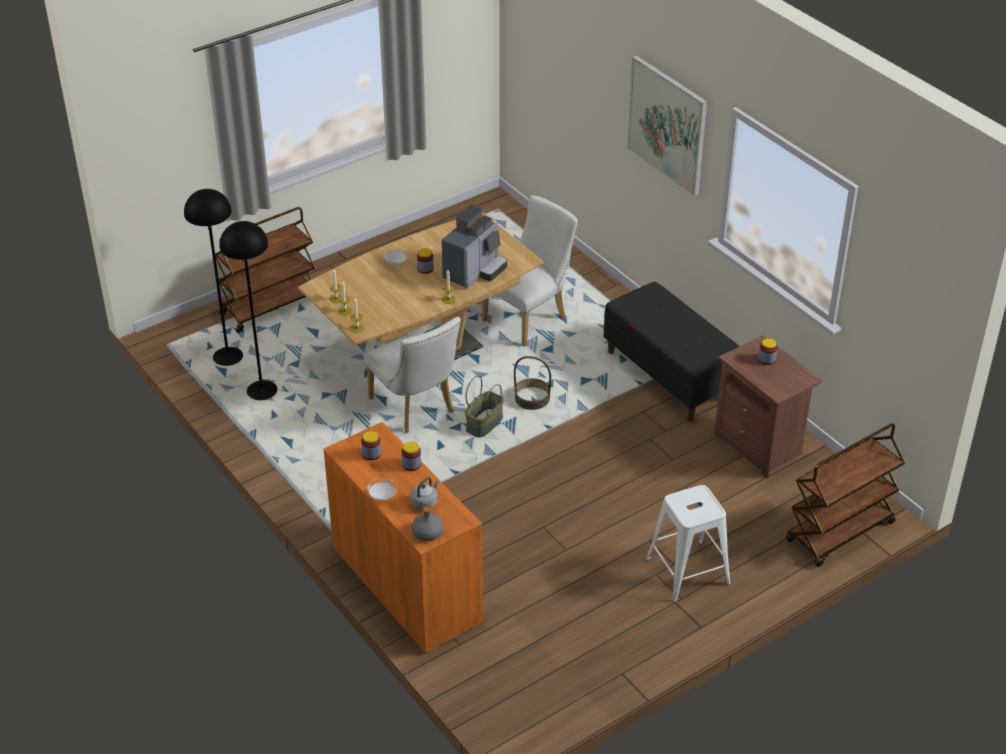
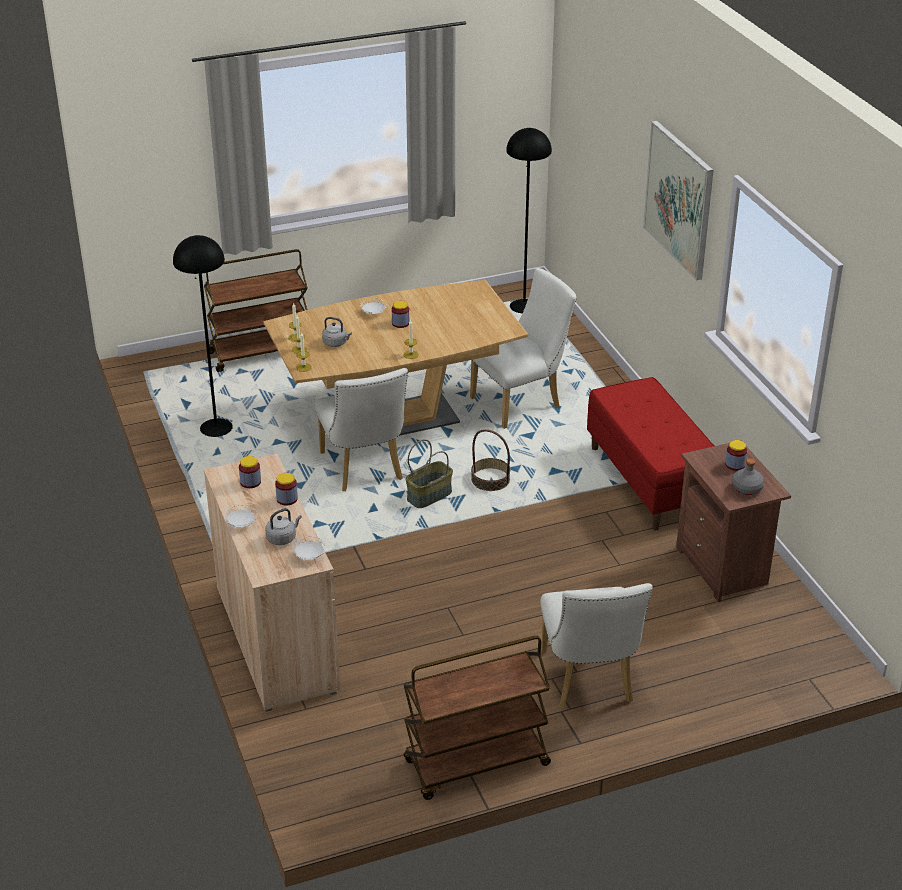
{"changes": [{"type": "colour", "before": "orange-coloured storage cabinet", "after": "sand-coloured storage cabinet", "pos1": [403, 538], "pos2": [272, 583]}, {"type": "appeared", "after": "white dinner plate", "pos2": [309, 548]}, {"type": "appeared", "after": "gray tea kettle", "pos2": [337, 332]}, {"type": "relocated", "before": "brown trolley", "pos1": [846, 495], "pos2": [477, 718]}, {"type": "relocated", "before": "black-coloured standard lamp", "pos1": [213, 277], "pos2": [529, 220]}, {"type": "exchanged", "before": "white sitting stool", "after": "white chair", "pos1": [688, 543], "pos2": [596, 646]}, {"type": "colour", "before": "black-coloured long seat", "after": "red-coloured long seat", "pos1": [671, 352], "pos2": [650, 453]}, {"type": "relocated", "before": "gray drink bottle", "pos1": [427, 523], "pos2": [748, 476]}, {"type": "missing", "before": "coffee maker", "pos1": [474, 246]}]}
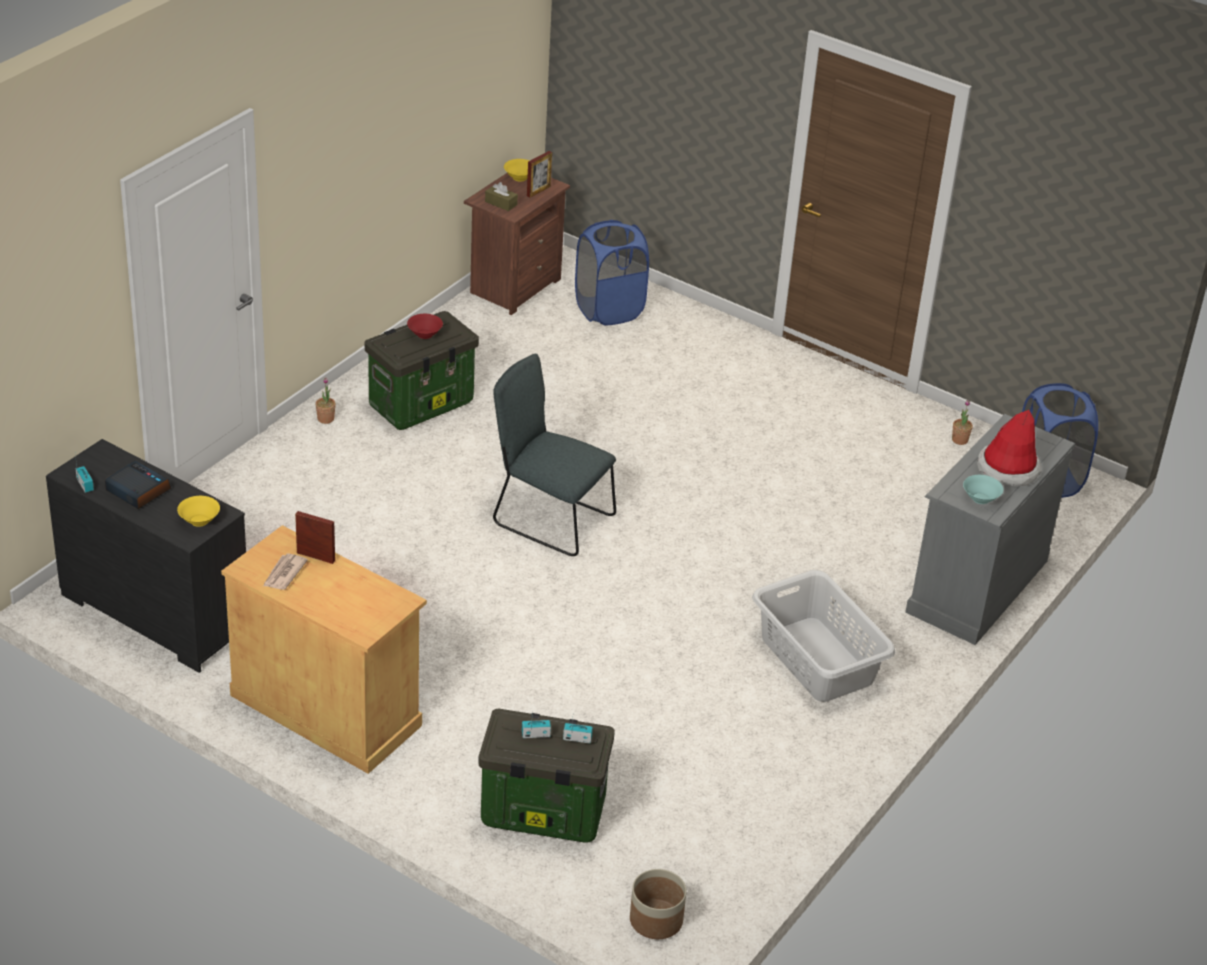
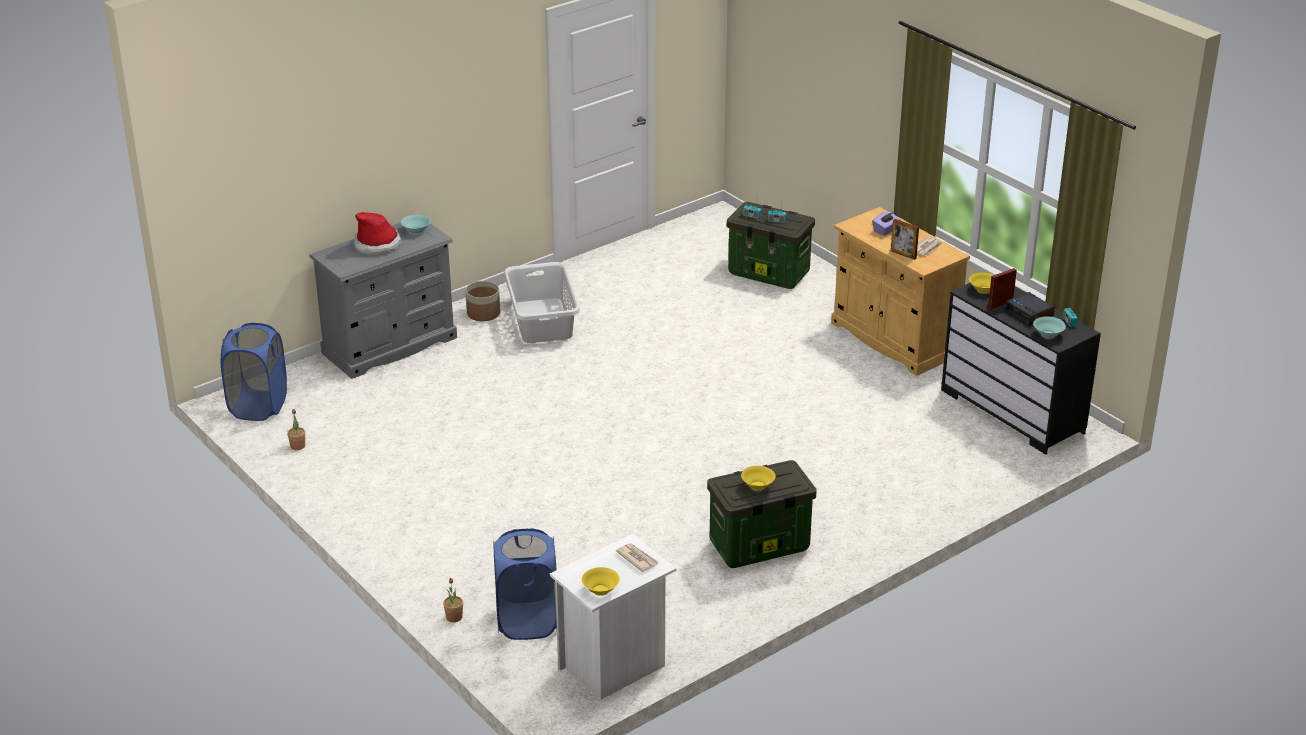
{"changes": [{"type": "relocated", "before": "potted plant", "pos1": [325, 401], "pos2": [453, 600]}, {"type": "relocated", "before": "planter", "pos1": [658, 904], "pos2": [483, 301]}, {"type": "colour", "before": "brown bedside table", "after": "white bedside table", "pos1": [517, 244], "pos2": [613, 617]}, {"type": "exchanged", "before": "brown box of tissues", "after": "printed paper", "pos1": [501, 196], "pos2": [637, 557]}, {"type": "colour", "before": "red-coloured deep dish", "after": "yellow-coloured deep dish", "pos1": [425, 326], "pos2": [758, 478]}, {"type": "appeared", "after": "purple-coloured box of tissues", "pos2": [886, 223]}, {"type": "relocated", "before": "photo frame", "pos1": [539, 174], "pos2": [1002, 289]}, {"type": "appeared", "after": "turquoise-coloured deep dish", "pos2": [1049, 327]}, {"type": "missing", "before": "gray chair", "pos1": [554, 455]}]}
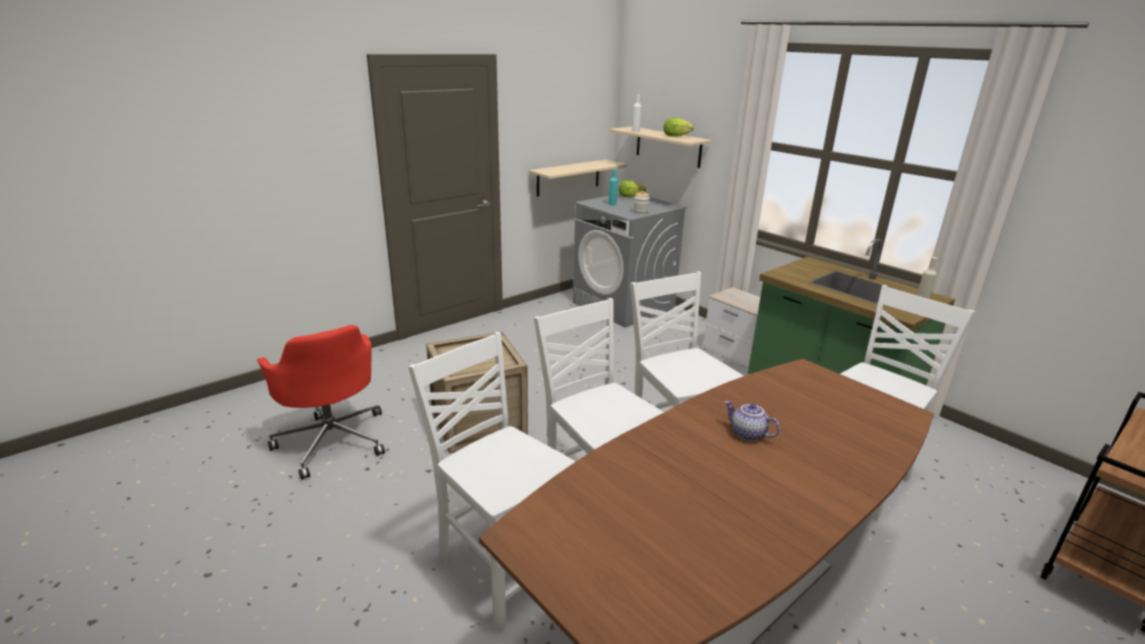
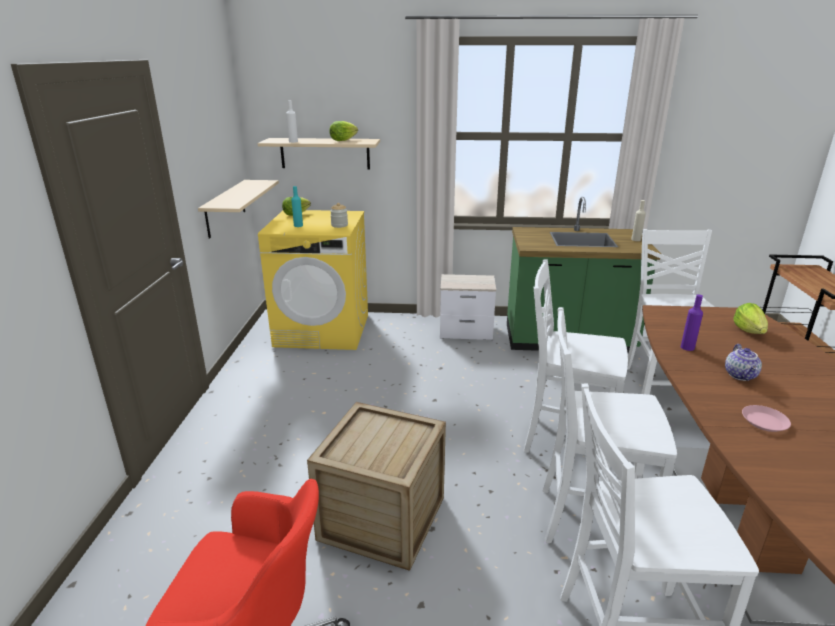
{"changes": [{"type": "colour", "before": "gray laundry machine", "after": "yellow-coloured laundry machine", "pos1": [630, 261], "pos2": [313, 280]}, {"type": "appeared", "after": "purple-coloured drink bottle", "pos2": [692, 322]}, {"type": "spun", "before": "pot for tea", "pos1": [752, 421], "pos2": [743, 362], "turn": -75}, {"type": "appeared", "after": "head of lettuce", "pos2": [750, 318]}, {"type": "appeared", "after": "pink-coloured dinner plate", "pos2": [766, 418]}]}
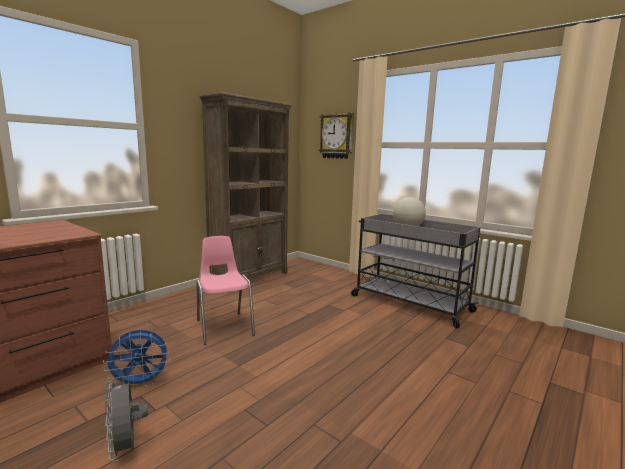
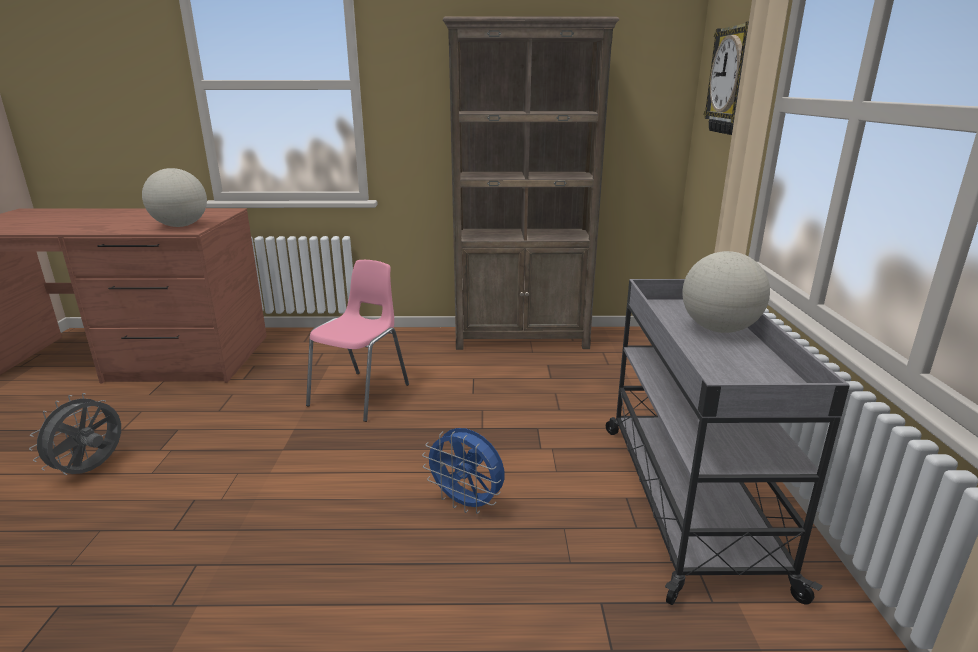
{"changes": [{"type": "appeared", "after": "desk globe", "pos2": [174, 197]}, {"type": "relocated", "before": "bluish electric fan", "pos1": [136, 359], "pos2": [463, 471]}]}
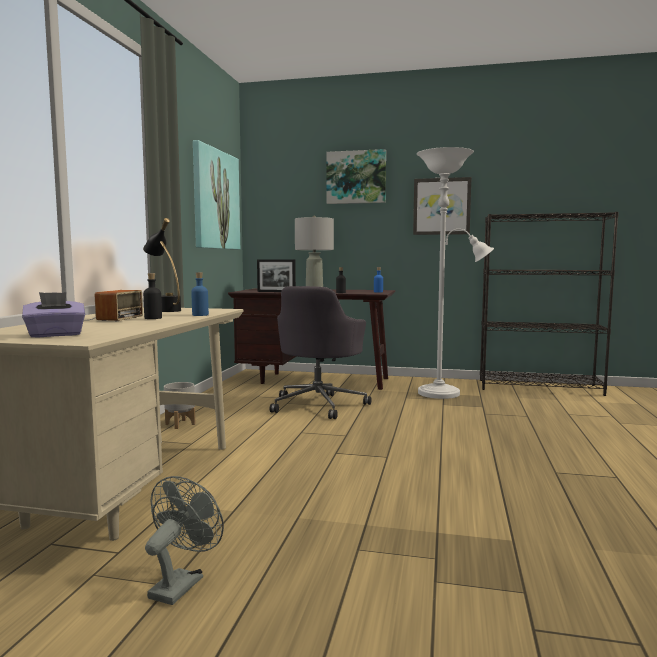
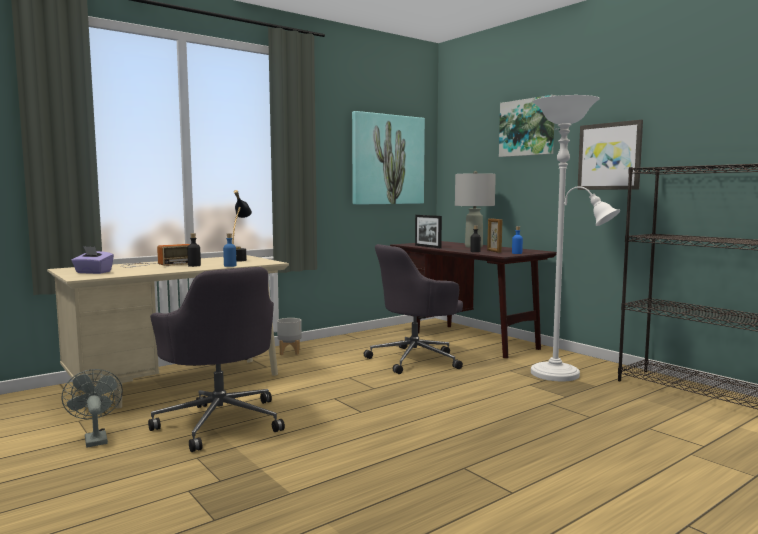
{"changes": [{"type": "spun", "before": "gray electric fan", "pos1": [184, 540], "pos2": [92, 408], "turn": -90}, {"type": "appeared", "after": "gray office chair", "pos2": [216, 359]}, {"type": "appeared", "after": "photo frame", "pos2": [495, 235]}]}
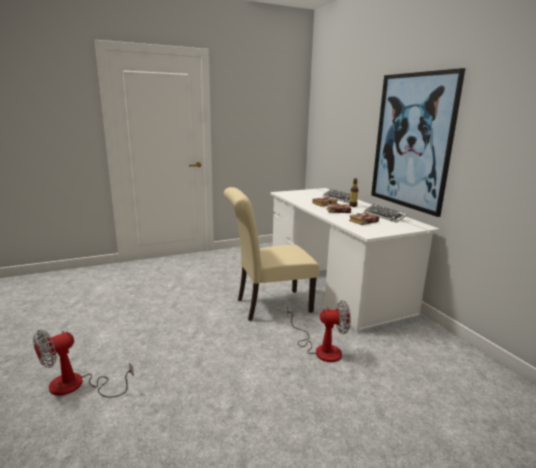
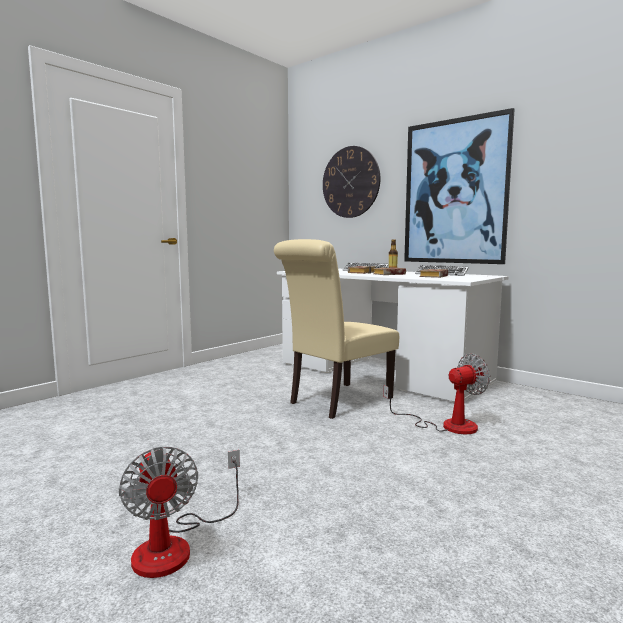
{"changes": [{"type": "spun", "before": "electric fan", "pos1": [83, 364], "pos2": [179, 512], "turn": -45}, {"type": "appeared", "after": "hanging clock", "pos2": [351, 182]}]}
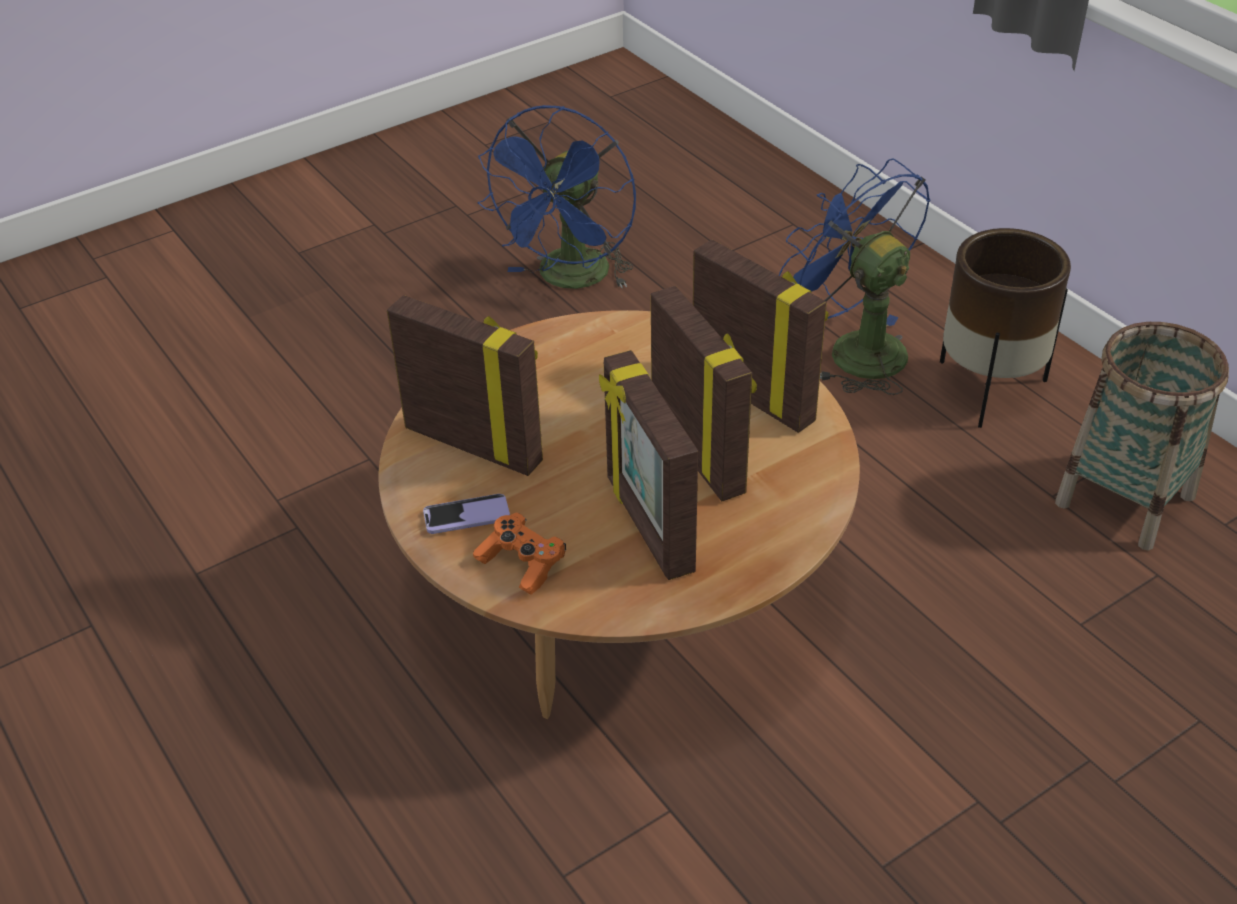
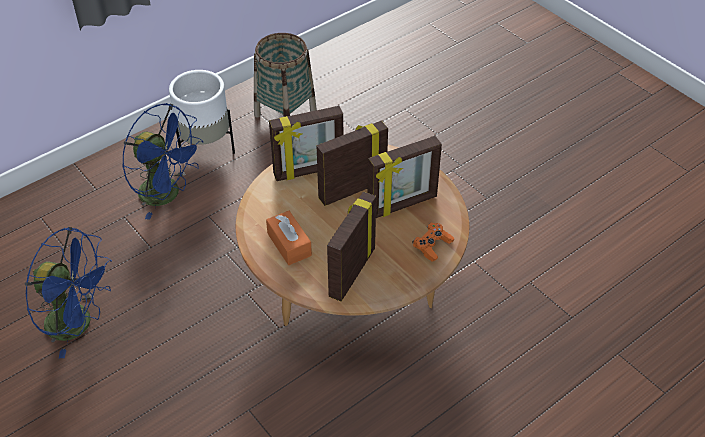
{"changes": [{"type": "spun", "before": "bluish electric fan", "pos1": [855, 276], "pos2": [163, 161], "turn": -105}, {"type": "colour", "before": "brown planter", "after": "white planter", "pos1": [1005, 328], "pos2": [202, 112]}, {"type": "appeared", "after": "orange-coloured box of tissues", "pos2": [289, 238]}, {"type": "spun", "before": "photo frame", "pos1": [760, 336], "pos2": [306, 143], "turn": -150}, {"type": "missing", "before": "telephone", "pos1": [466, 514]}]}
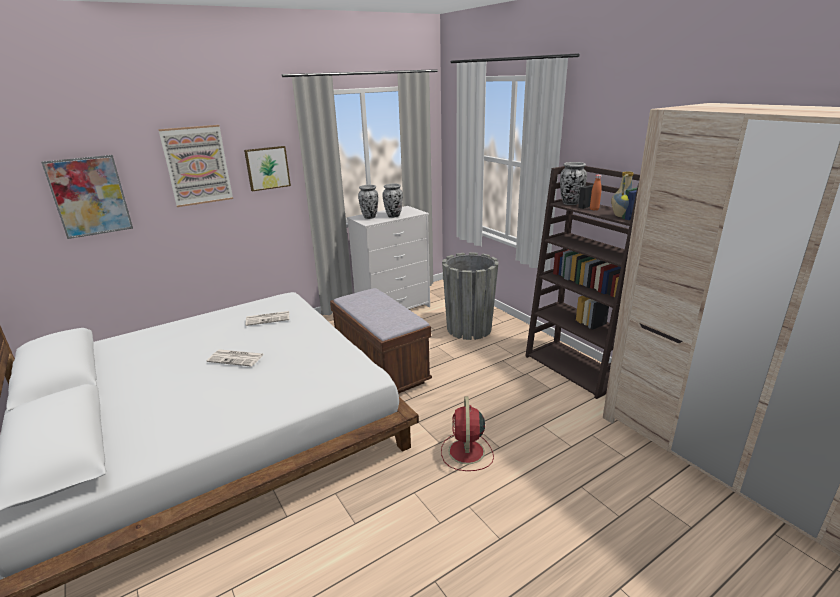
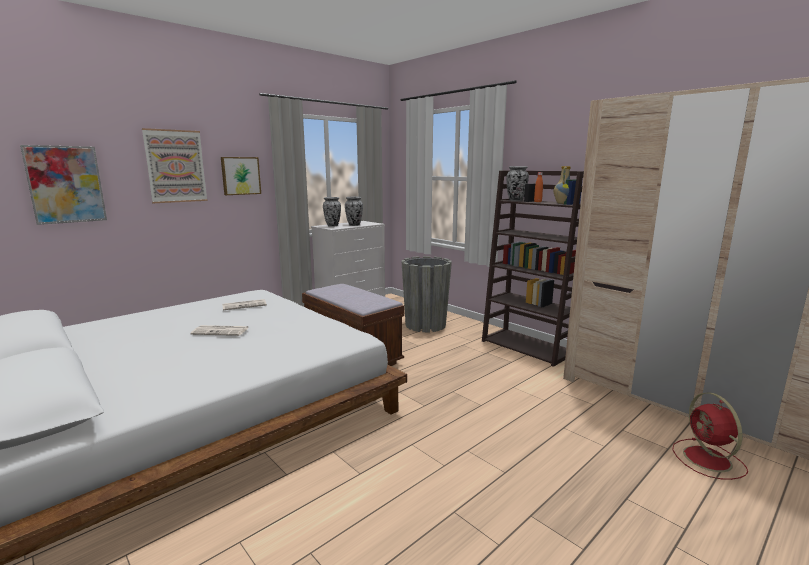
{"changes": [{"type": "relocated", "before": "red-coloured electric fan", "pos1": [467, 434], "pos2": [710, 436]}]}
